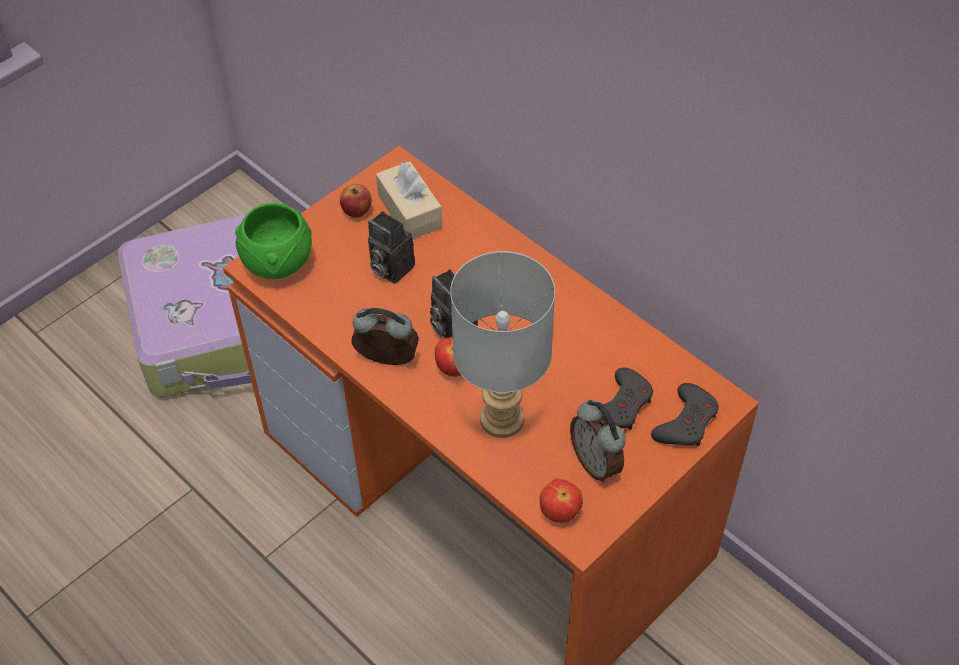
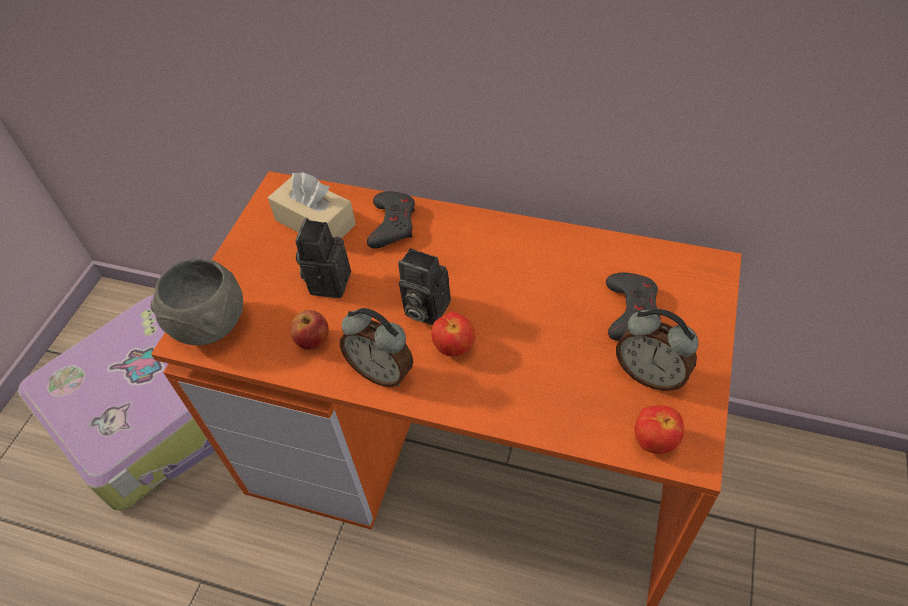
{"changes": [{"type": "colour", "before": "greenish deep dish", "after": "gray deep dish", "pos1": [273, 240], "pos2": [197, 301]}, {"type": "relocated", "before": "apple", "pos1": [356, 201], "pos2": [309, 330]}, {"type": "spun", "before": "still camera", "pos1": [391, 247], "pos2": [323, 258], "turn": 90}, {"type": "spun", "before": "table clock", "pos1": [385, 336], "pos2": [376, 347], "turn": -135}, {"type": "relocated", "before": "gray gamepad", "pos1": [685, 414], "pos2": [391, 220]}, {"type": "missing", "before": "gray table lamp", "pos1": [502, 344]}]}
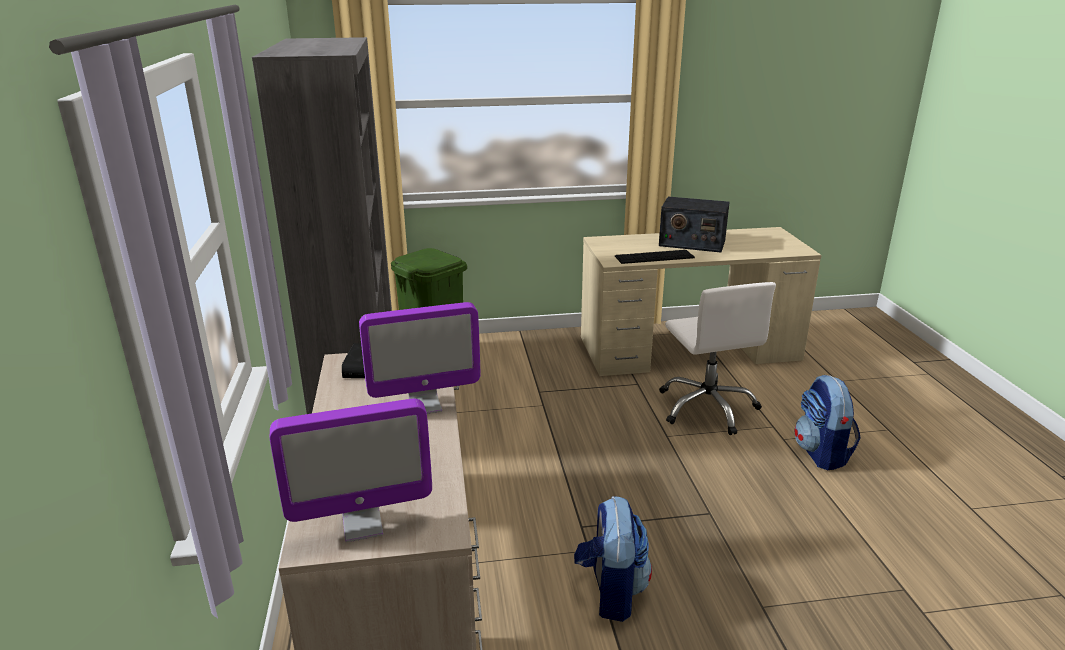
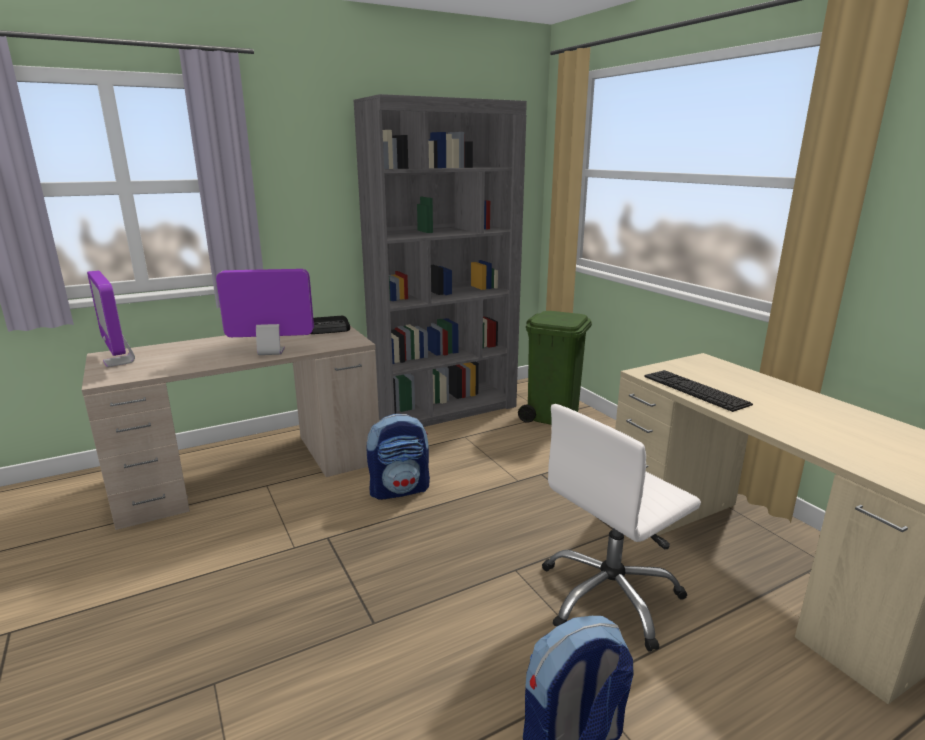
{"changes": [{"type": "spun", "before": "computer display", "pos1": [419, 358], "pos2": [265, 312], "turn": 120}, {"type": "relocated", "before": "knapsack", "pos1": [613, 559], "pos2": [398, 457]}, {"type": "missing", "before": "radio receiver", "pos1": [694, 225]}]}
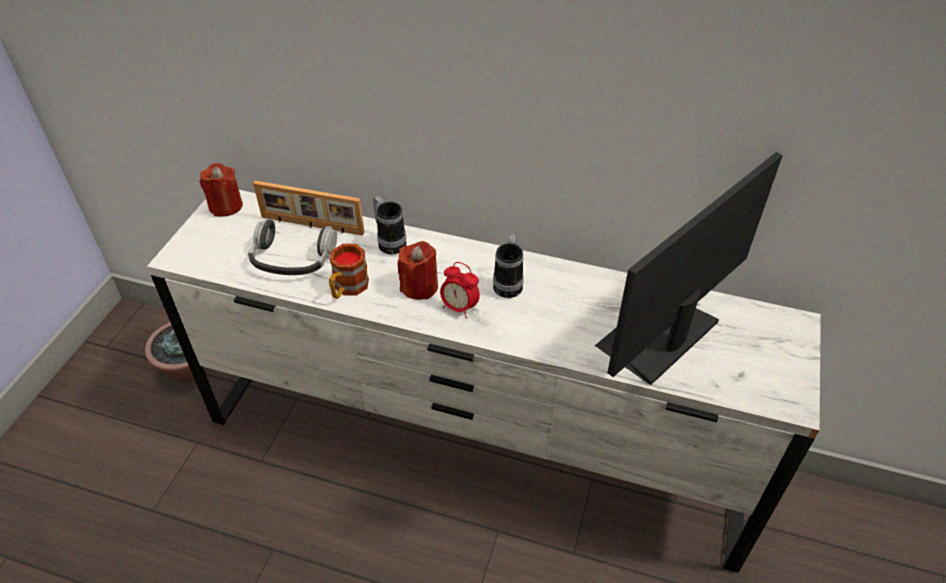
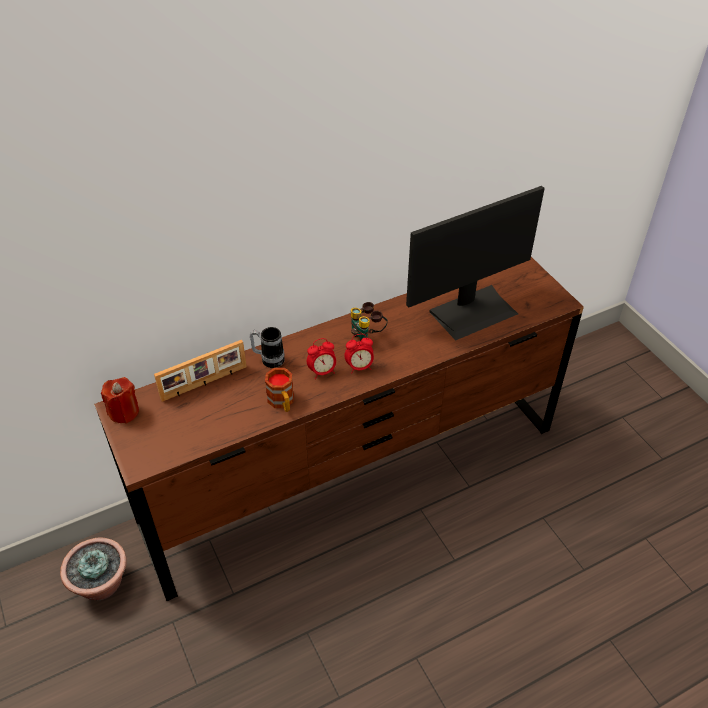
{"changes": [{"type": "colour", "before": "white dresser", "after": "brown dresser", "pos1": [484, 381], "pos2": [339, 429]}, {"type": "exchanged", "before": "red-coloured wax light", "after": "table clock", "pos1": [418, 270], "pos2": [321, 358]}, {"type": "exchanged", "before": "mug", "after": "binoculars", "pos1": [508, 266], "pos2": [369, 321]}, {"type": "spun", "before": "computer display", "pos1": [689, 268], "pos2": [475, 263], "turn": -120}, {"type": "missing", "before": "headphones", "pos1": [292, 247]}]}
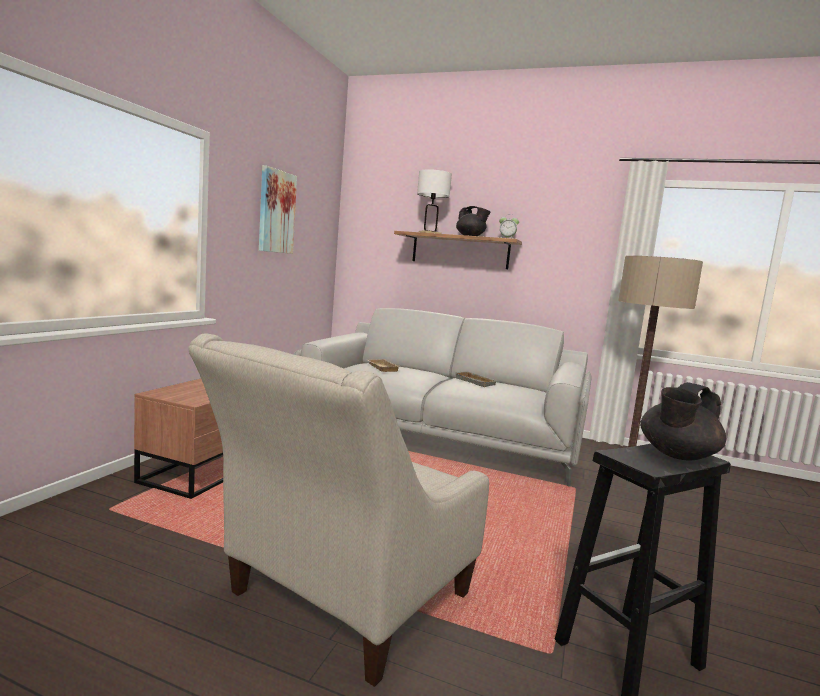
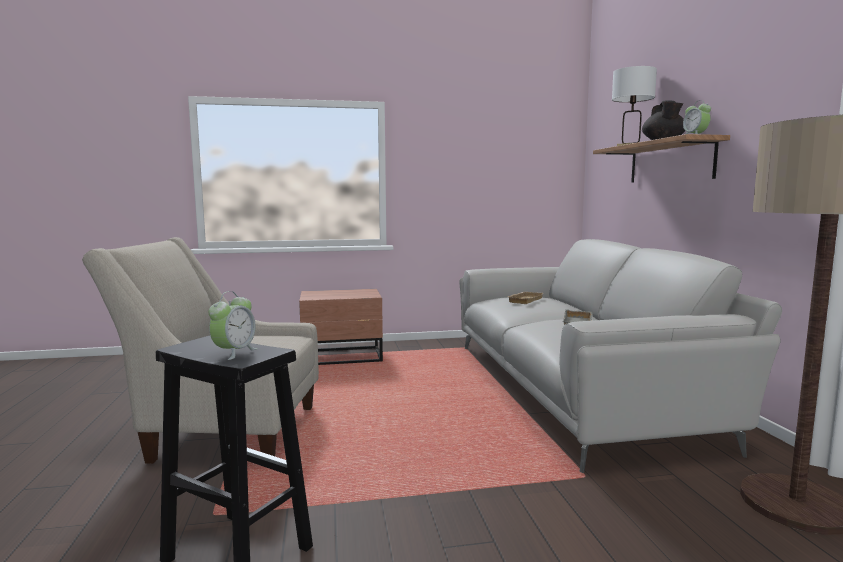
{"changes": [{"type": "exchanged", "before": "black-coloured pot for tea", "after": "table clock", "pos1": [683, 421], "pos2": [233, 325]}, {"type": "missing", "before": "picture", "pos1": [278, 209]}]}
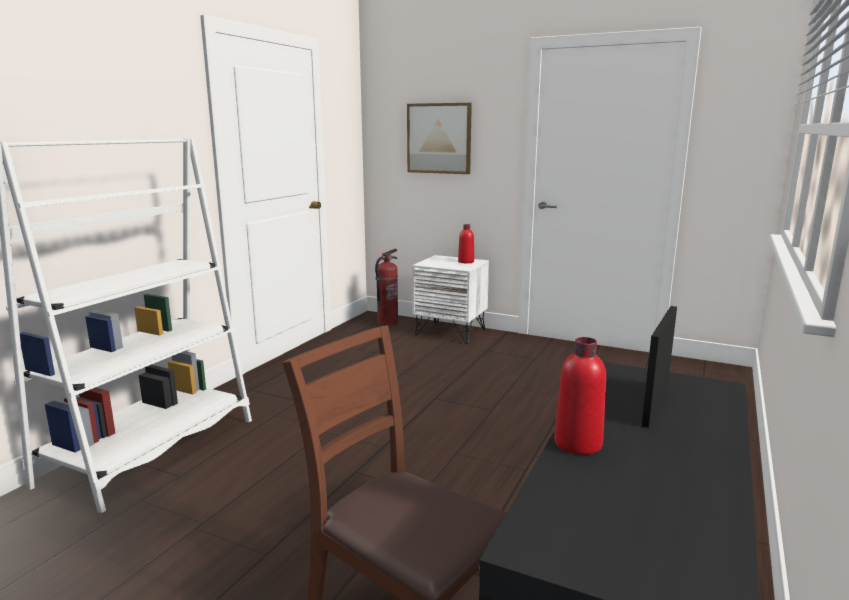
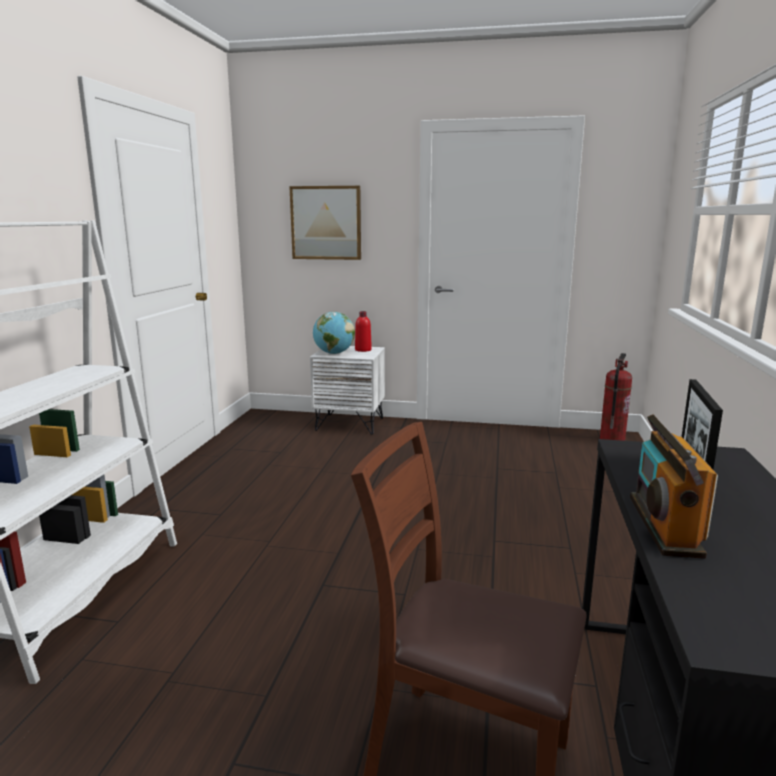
{"changes": [{"type": "appeared", "after": "desk globe", "pos2": [334, 333]}, {"type": "relocated", "before": "fire extinguisher", "pos1": [386, 287], "pos2": [616, 397]}, {"type": "exchanged", "before": "red-coloured drink bottle", "after": "radio receiver", "pos1": [580, 396], "pos2": [674, 486]}]}
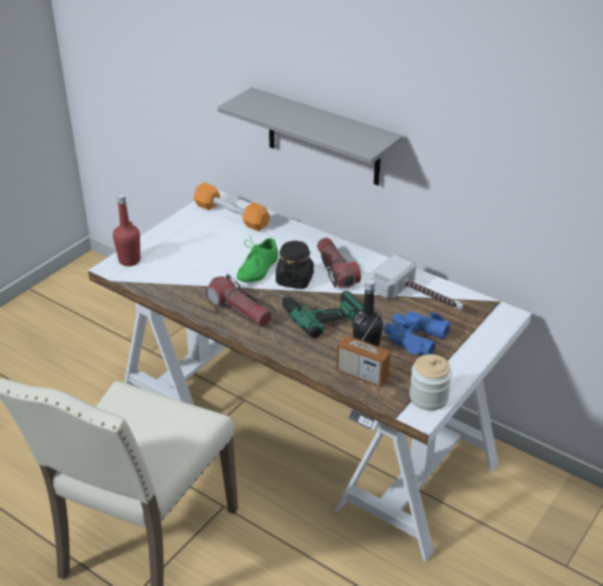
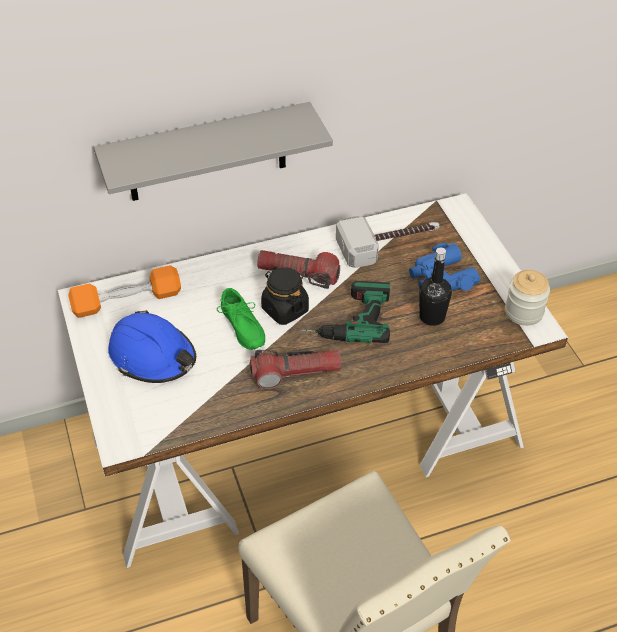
{"changes": [{"type": "appeared", "after": "bluish safety helmet", "pos2": [152, 346]}, {"type": "missing", "before": "red-coloured drink bottle", "pos1": [127, 230]}, {"type": "missing", "before": "radio receiver", "pos1": [363, 350]}]}
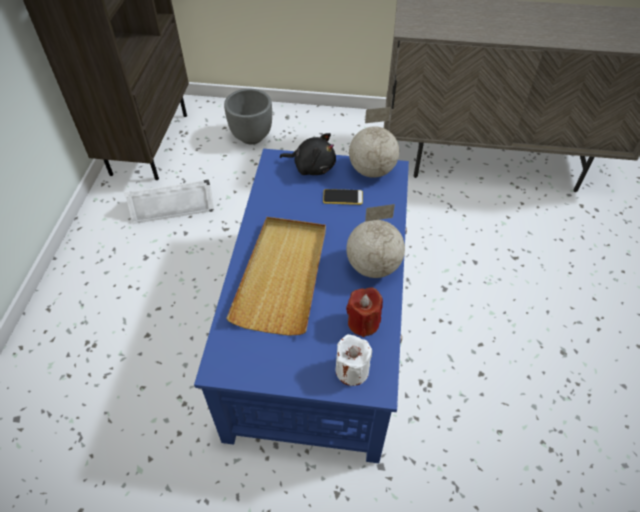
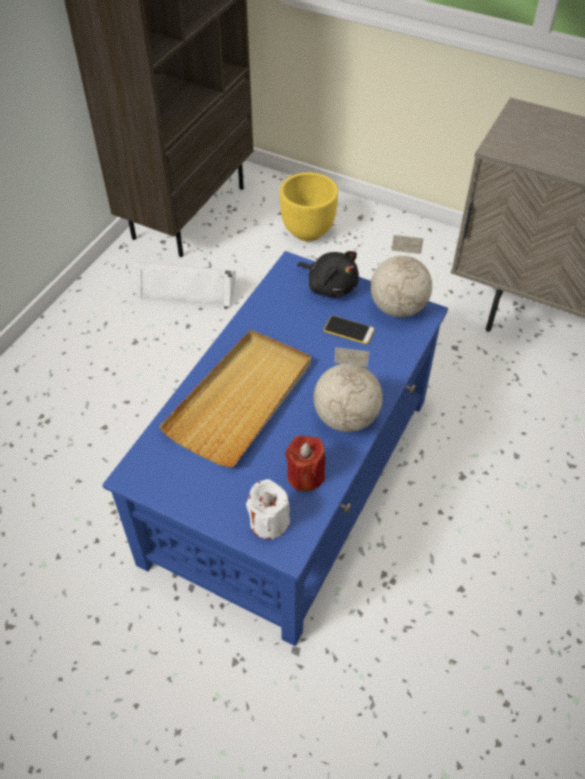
{"changes": [{"type": "colour", "before": "gray planter", "after": "yellow-coloured planter", "pos1": [248, 116], "pos2": [309, 206]}]}
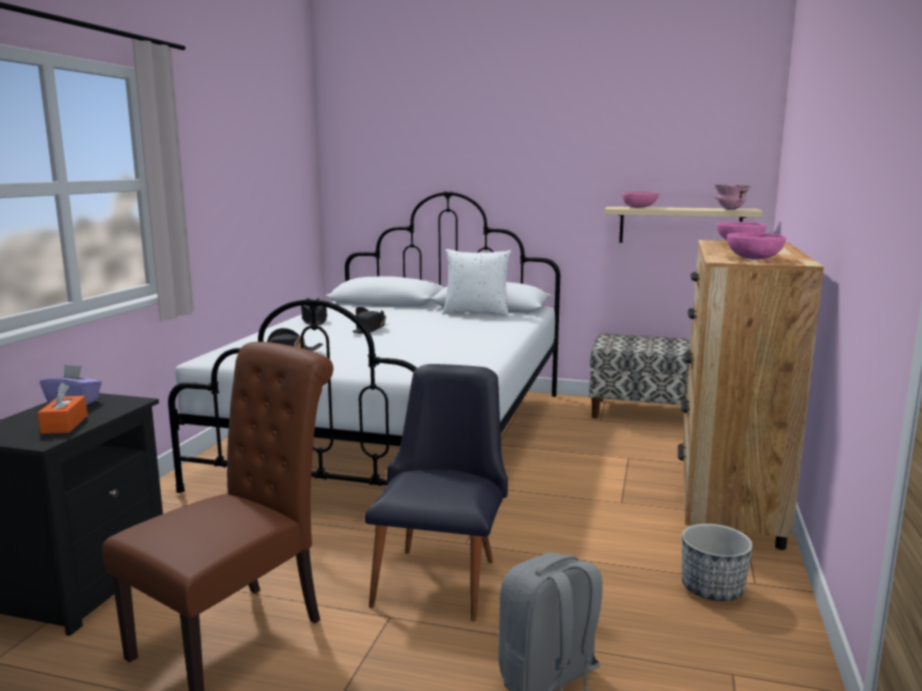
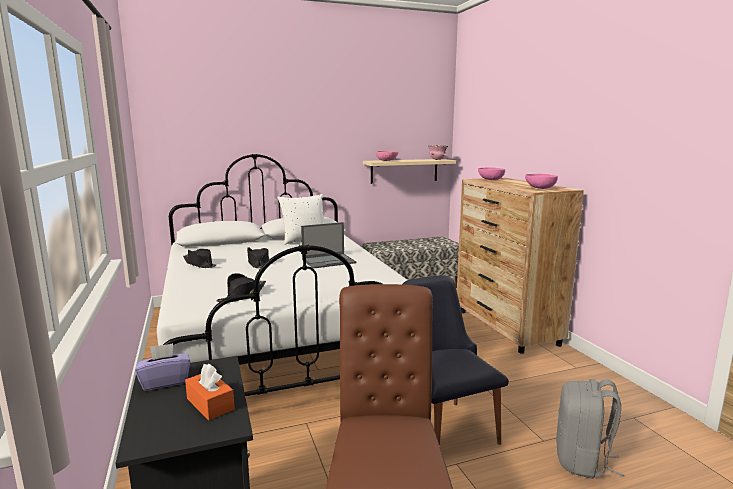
{"changes": [{"type": "appeared", "after": "laptop", "pos2": [328, 245]}, {"type": "missing", "before": "planter", "pos1": [717, 562]}]}
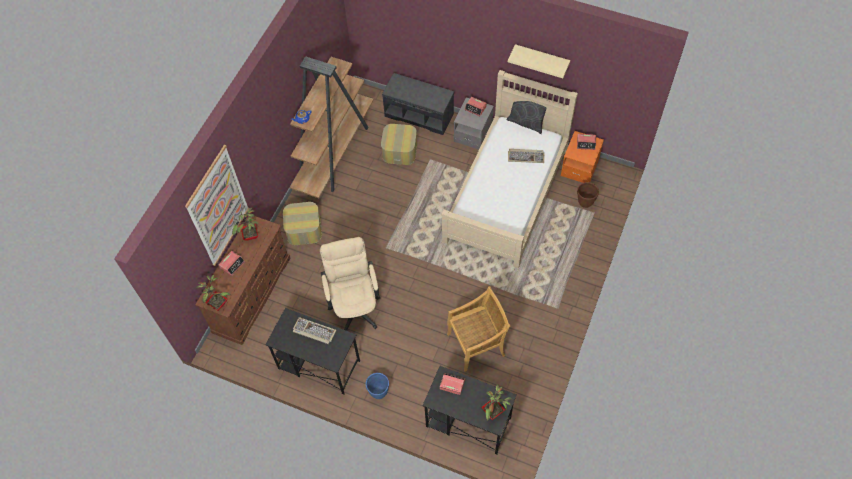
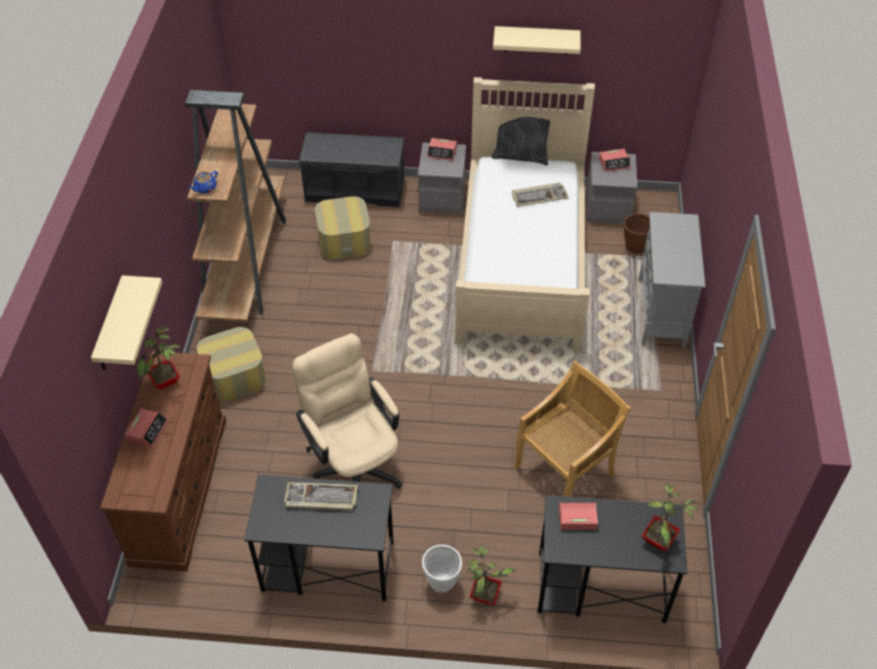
{"changes": [{"type": "exchanged", "before": "picture", "after": "sand-coloured bracket shelf", "pos1": [217, 205], "pos2": [126, 322]}, {"type": "colour", "before": "bluish planter", "after": "white planter", "pos1": [377, 386], "pos2": [442, 569]}, {"type": "relocated", "before": "potted plant", "pos1": [213, 293], "pos2": [491, 575]}, {"type": "colour", "before": "orange-coloured bedside table", "after": "gray bedside table", "pos1": [582, 157], "pos2": [611, 188]}, {"type": "appeared", "after": "gray storage cabinet", "pos2": [672, 280]}]}
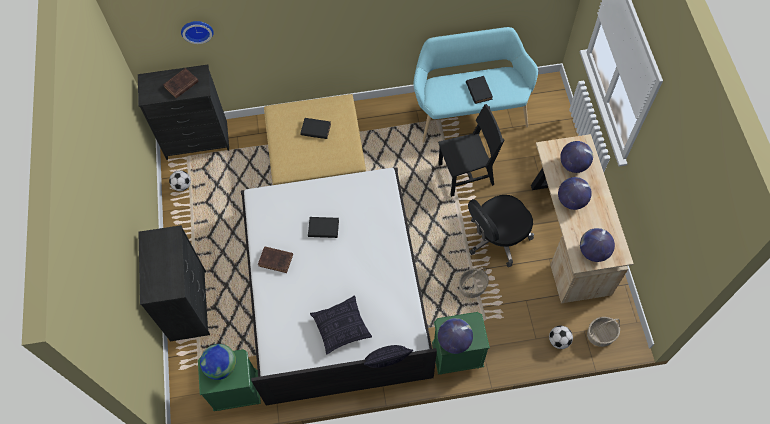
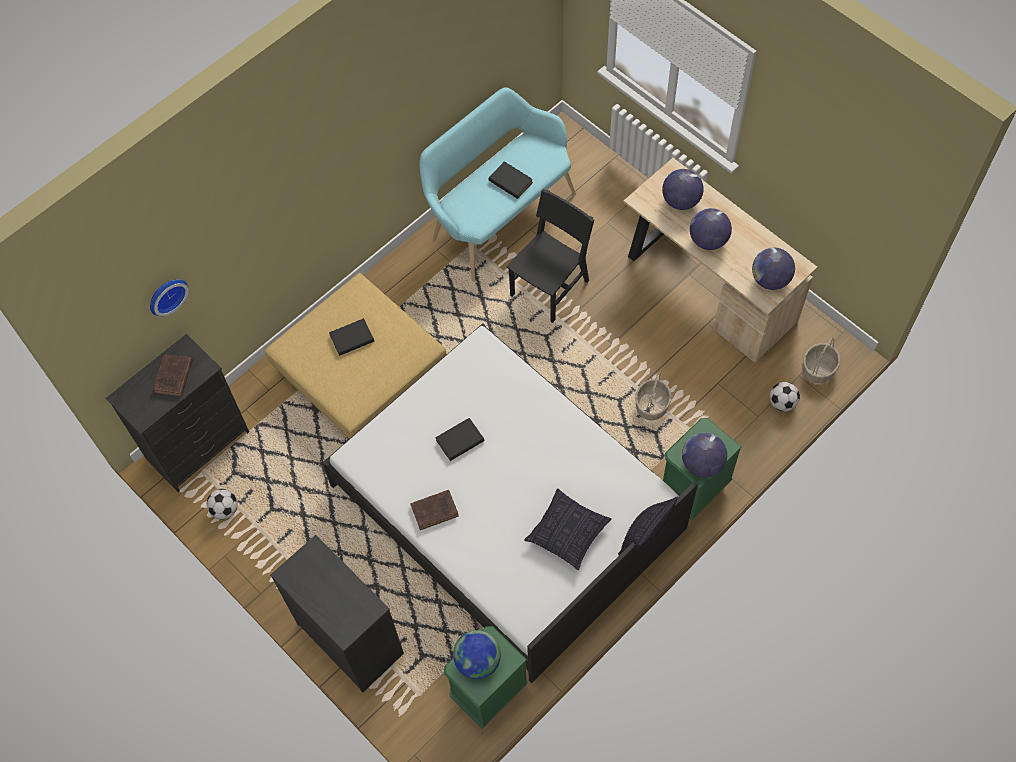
{"changes": [{"type": "missing", "before": "black-coloured office chair", "pos1": [501, 231]}]}
